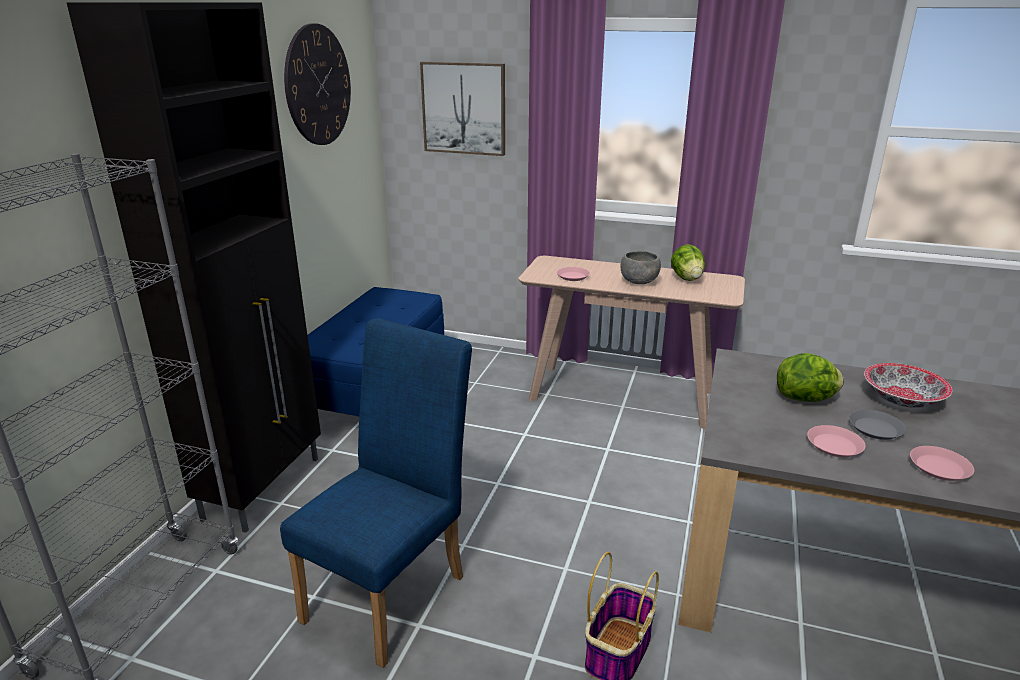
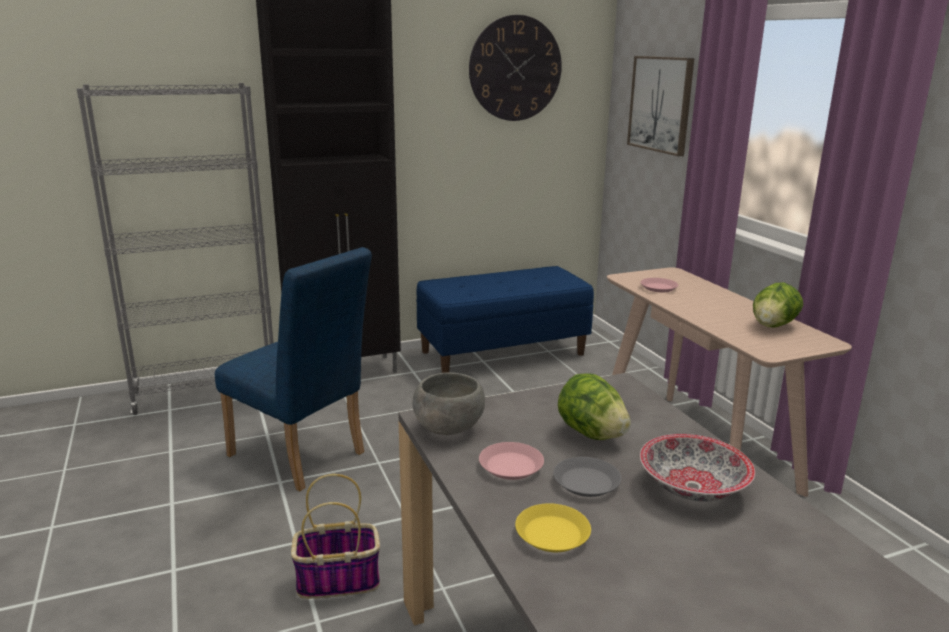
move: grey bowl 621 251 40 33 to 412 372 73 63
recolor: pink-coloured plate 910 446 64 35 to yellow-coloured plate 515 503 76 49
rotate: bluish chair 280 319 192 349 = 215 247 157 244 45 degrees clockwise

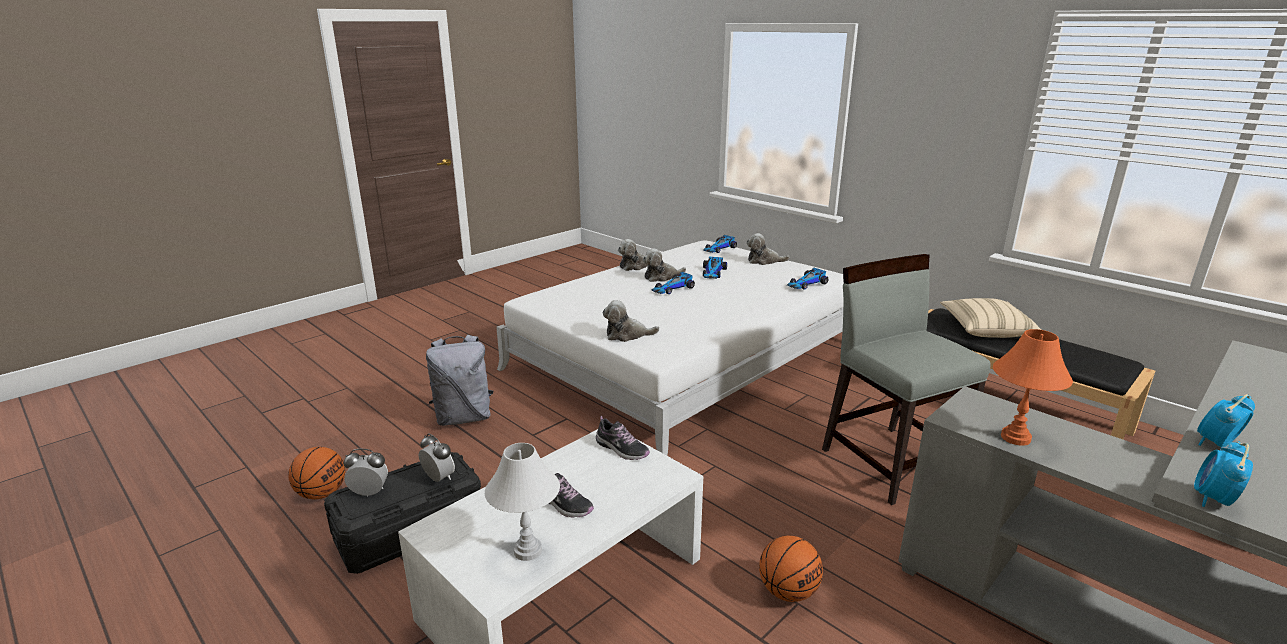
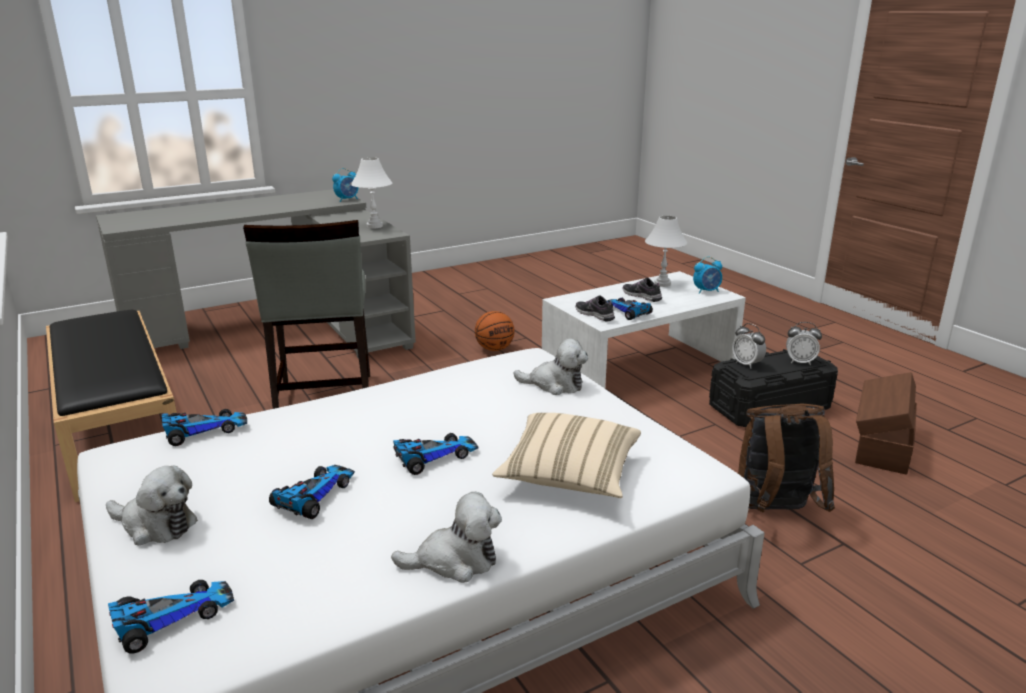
delete: soft toy 643 248 43 34
insert: miniature car 607 298 46 22
move: sand-coloured cushion 940 298 101 40 to 492 413 149 85; table clock 1197 394 58 53 to 693 257 29 37
replace: basketball ball 288 447 57 52 to brown storage box 855 372 62 103
recolor: orange lamp for a table 993 329 80 117 to white-coloured lamp for a table 351 157 41 71; grey knapsack 426 335 68 91 to brown knapsack 738 403 97 109

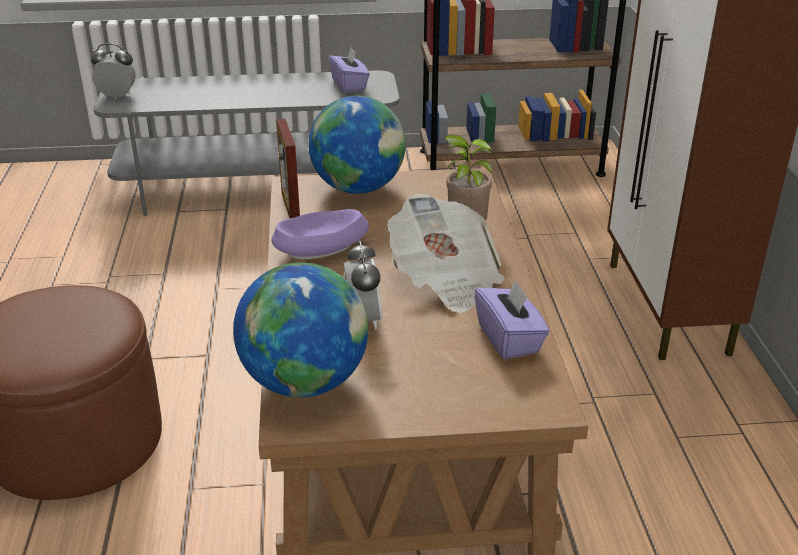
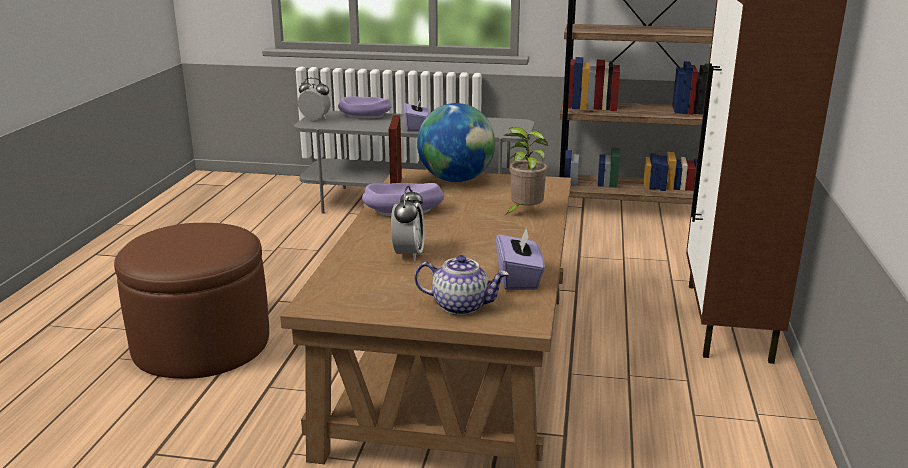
delete: printed paper 387 194 118 119; globe 233 262 135 136
insert: purplish bowl 338 96 54 23; tea pot 414 255 95 60
move: purplish tissue box 329 47 41 46 to 403 99 26 33

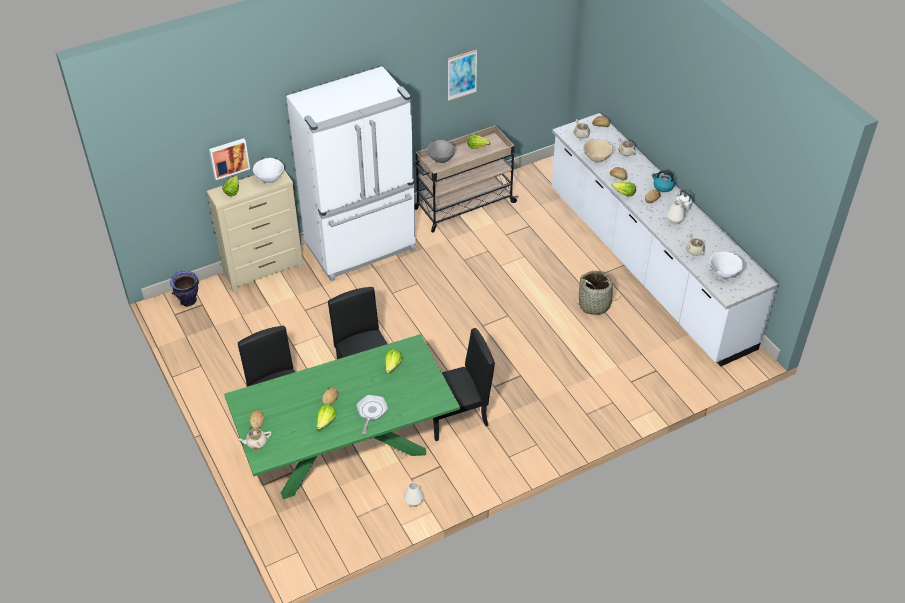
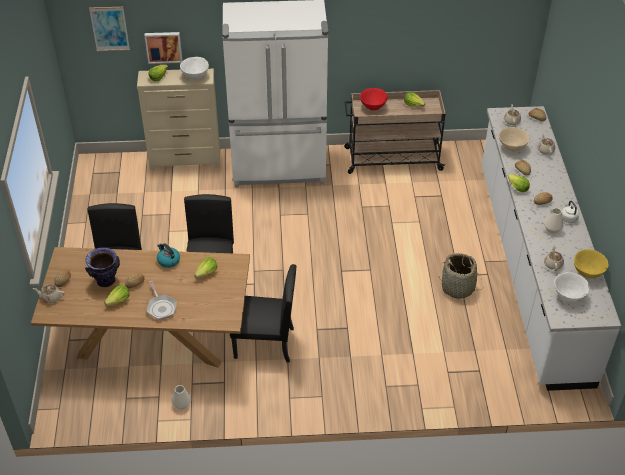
insert: yellow-coloured bowl 574 249 34 29
move: picture 448 50 29 51 to 89 7 41 44; water kettle 652 170 23 22 to 157 243 23 25; decorative vase 170 271 29 35 to 85 247 35 40
recolor: grey bowl 427 140 29 23 to reddish bowl 360 88 28 22; greenish kitchen table 224 334 236 165 to brown kitchen table 31 247 219 121
rotate: pan 356 395 32 39 = 147 280 30 40 120 degrees clockwise

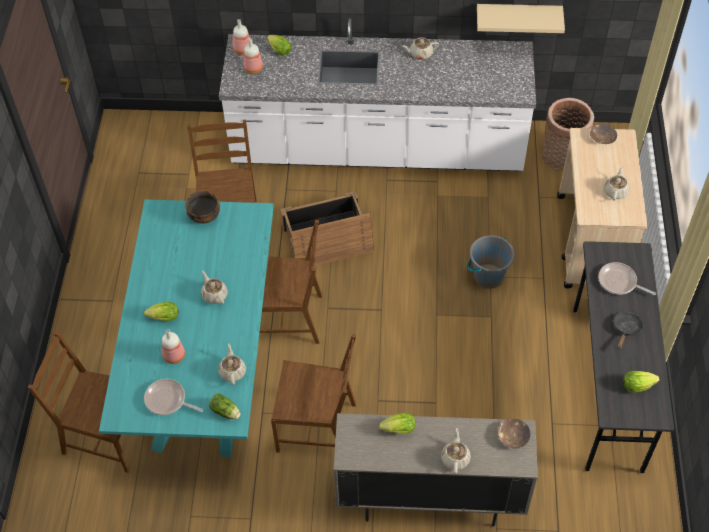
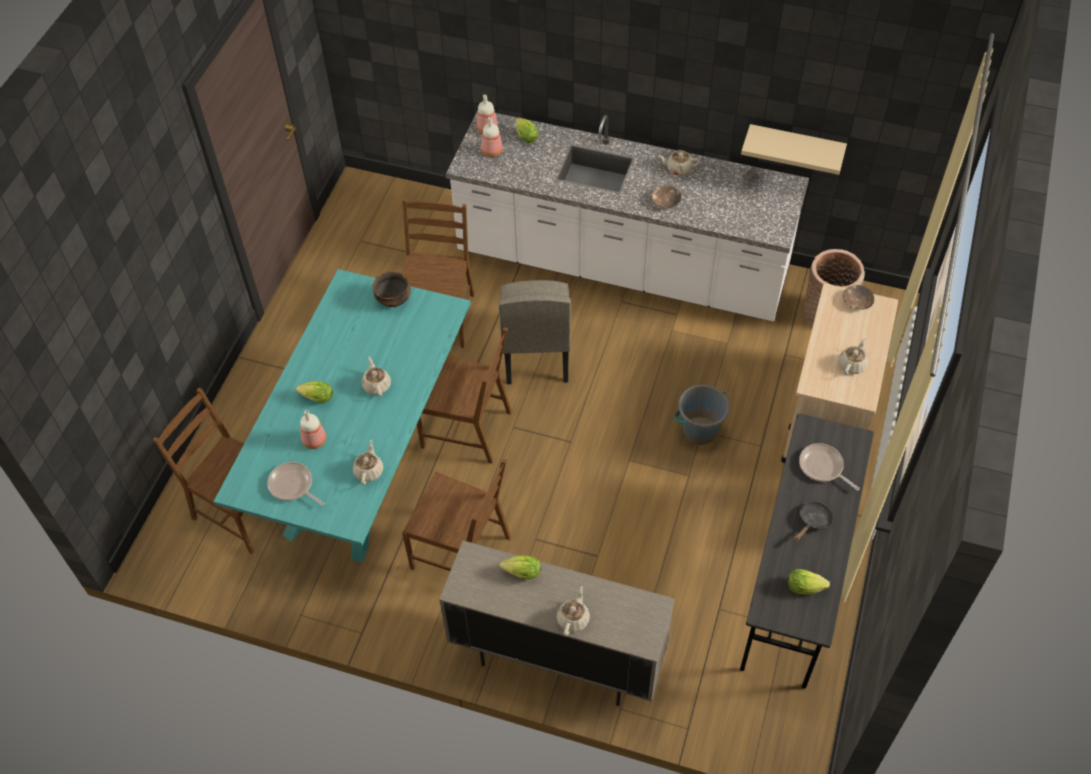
delete: lettuce head 209 394 32 26
move: brown bowl 498 419 32 29 to 651 186 30 22
replace: shipping crate 281 192 93 73 to sand-coloured chair 498 280 73 104

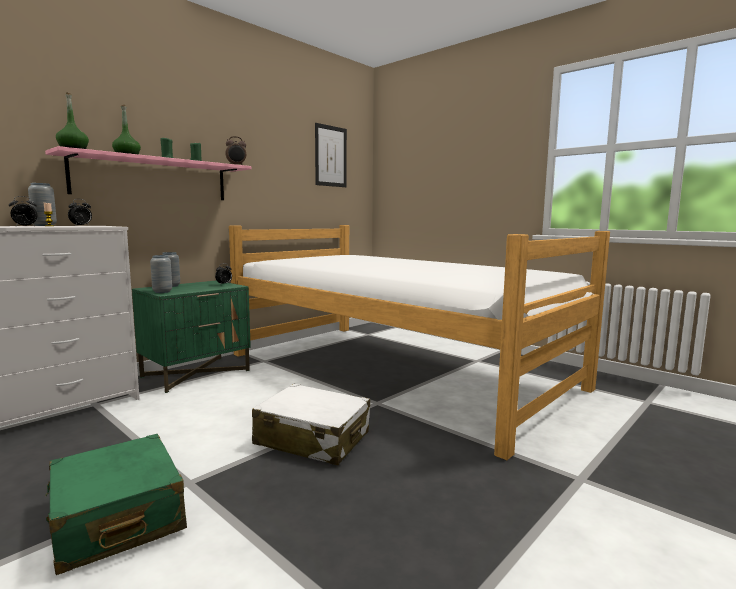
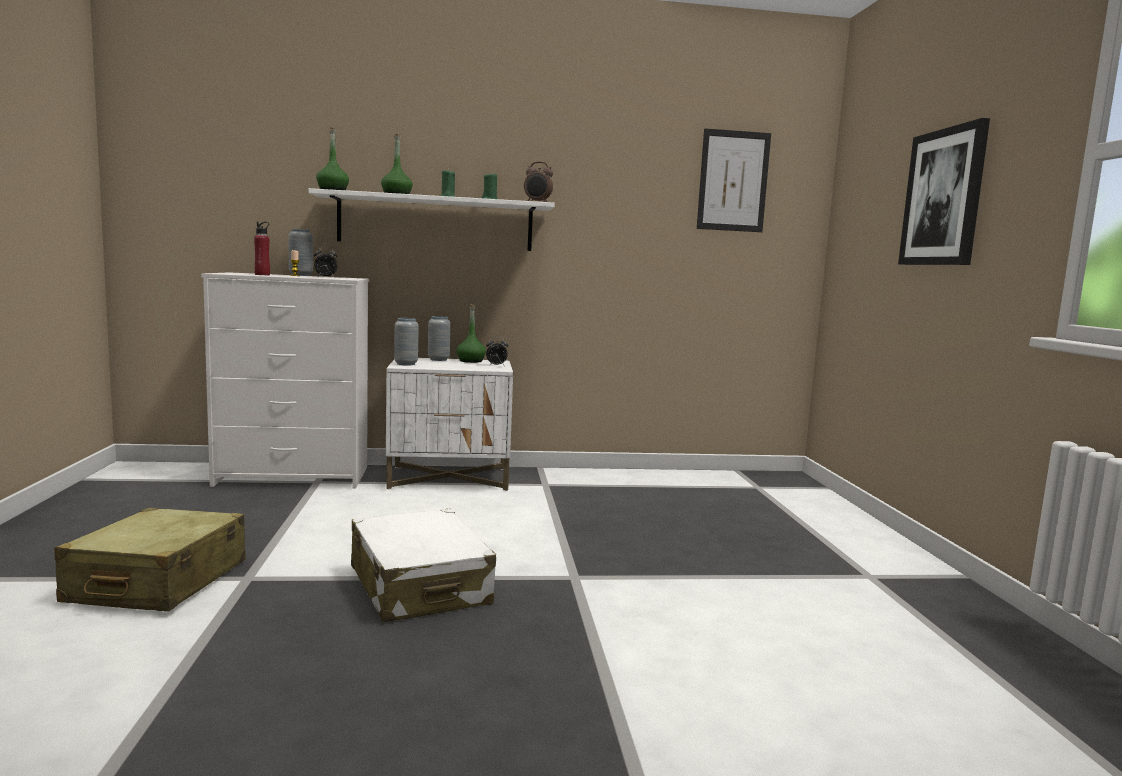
delete: bed 229 225 381 235
insert: picture 898 118 92 147; greenish beverage bottle 457 305 29 58
replace: table clock 9 196 29 30 to reddish beverage bottle 254 222 16 53
recolor: pink-coloured shelf 45 146 207 54 to white-coloured shelf 309 188 246 63; greenish night table 132 280 119 113 to white-coloured night table 386 358 127 133; greenish travel case 45 434 142 141 to sand-coloured travel case 54 508 192 103

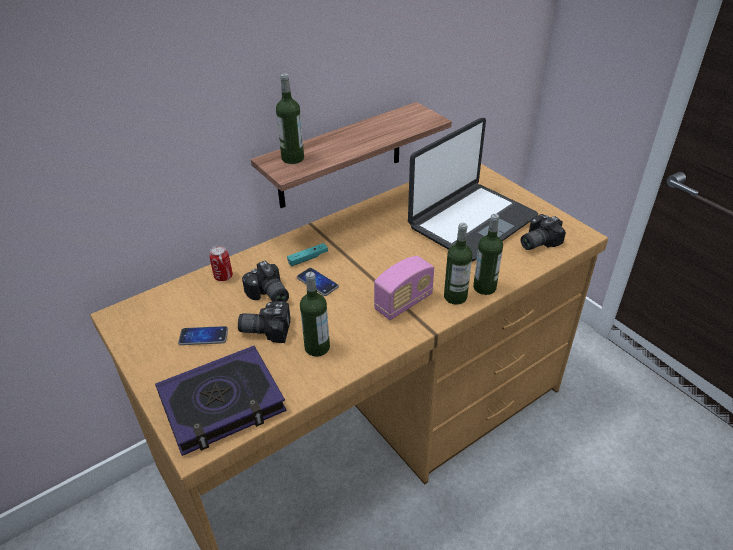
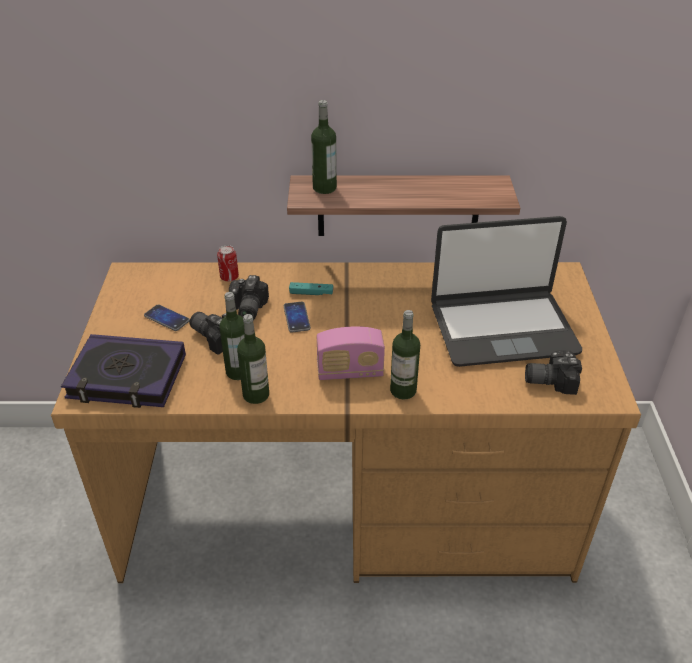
move: beverage bottle 473 214 30 81 to 237 314 32 90

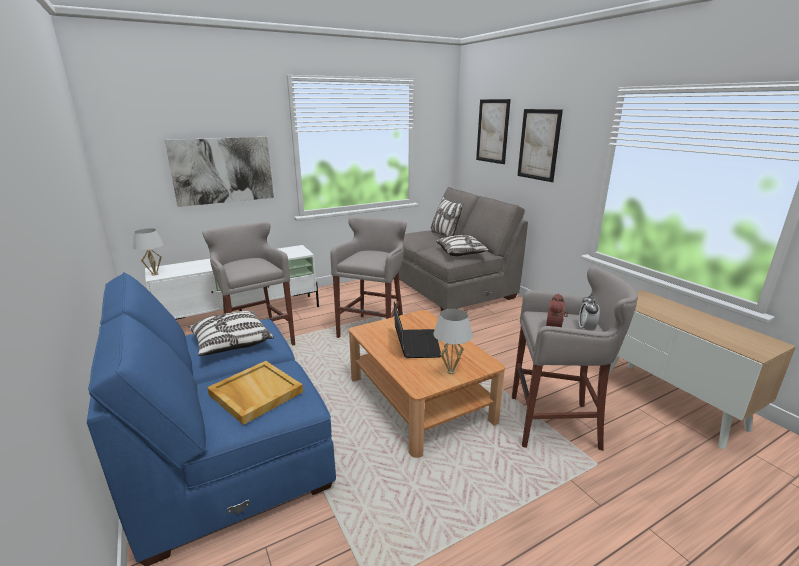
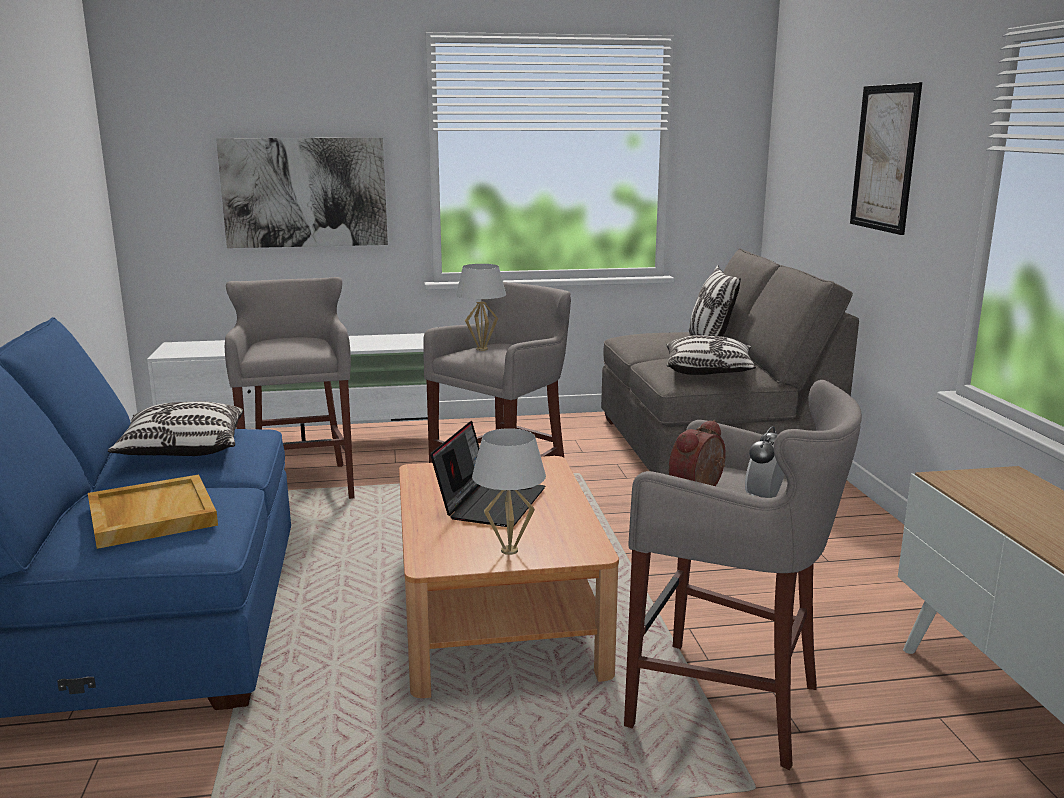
delete: picture 476 99 35 65
move: white-coloured lamp for a table 133 228 31 48 to 456 264 50 87

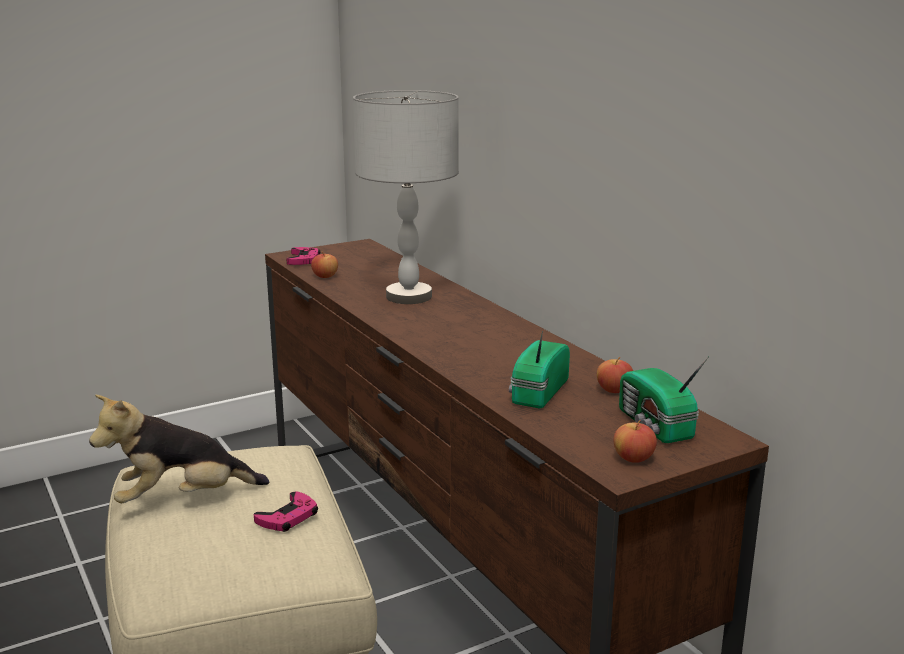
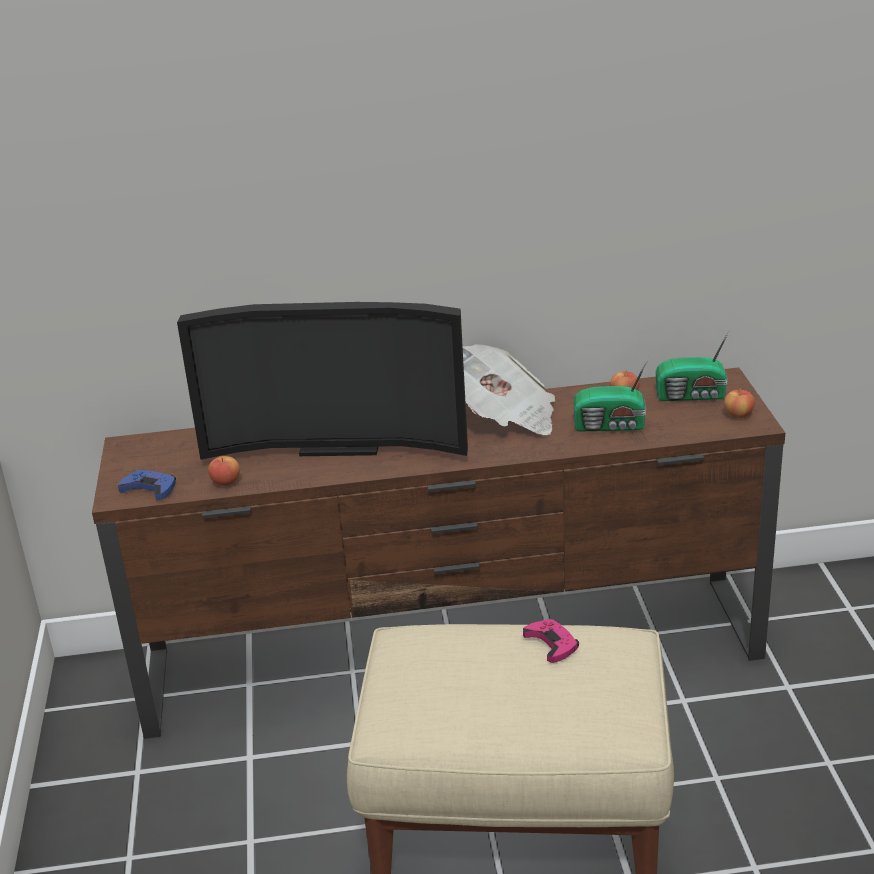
delete: soft toy 89 395 180 108
insert: printed paper 463 344 92 91
replace: grey lamp for a table 353 90 106 214 to TV set 177 302 291 158
recolor: pink-coloured joypad 286 247 34 18 to bluish joypad 118 469 58 31
rotate: radio set 509 331 61 77 = 573 357 76 75 45 degrees counterclockwise

